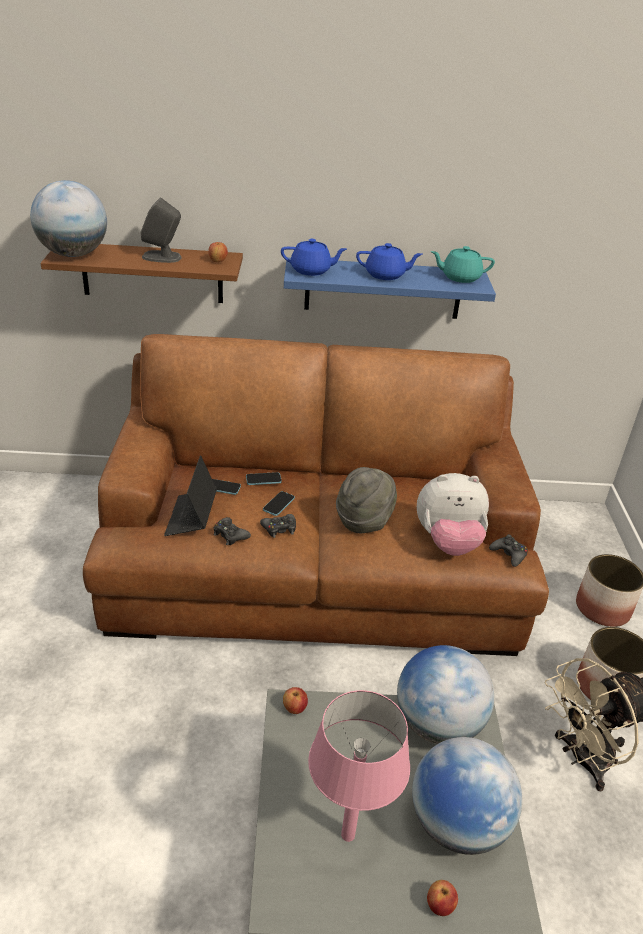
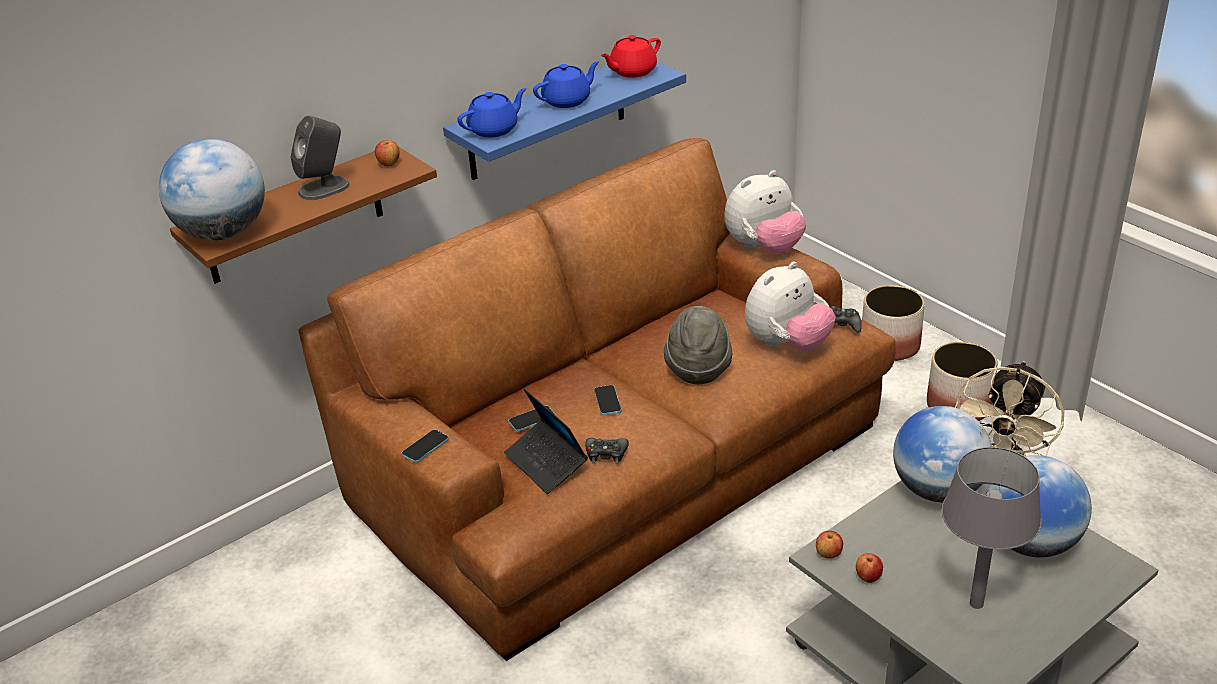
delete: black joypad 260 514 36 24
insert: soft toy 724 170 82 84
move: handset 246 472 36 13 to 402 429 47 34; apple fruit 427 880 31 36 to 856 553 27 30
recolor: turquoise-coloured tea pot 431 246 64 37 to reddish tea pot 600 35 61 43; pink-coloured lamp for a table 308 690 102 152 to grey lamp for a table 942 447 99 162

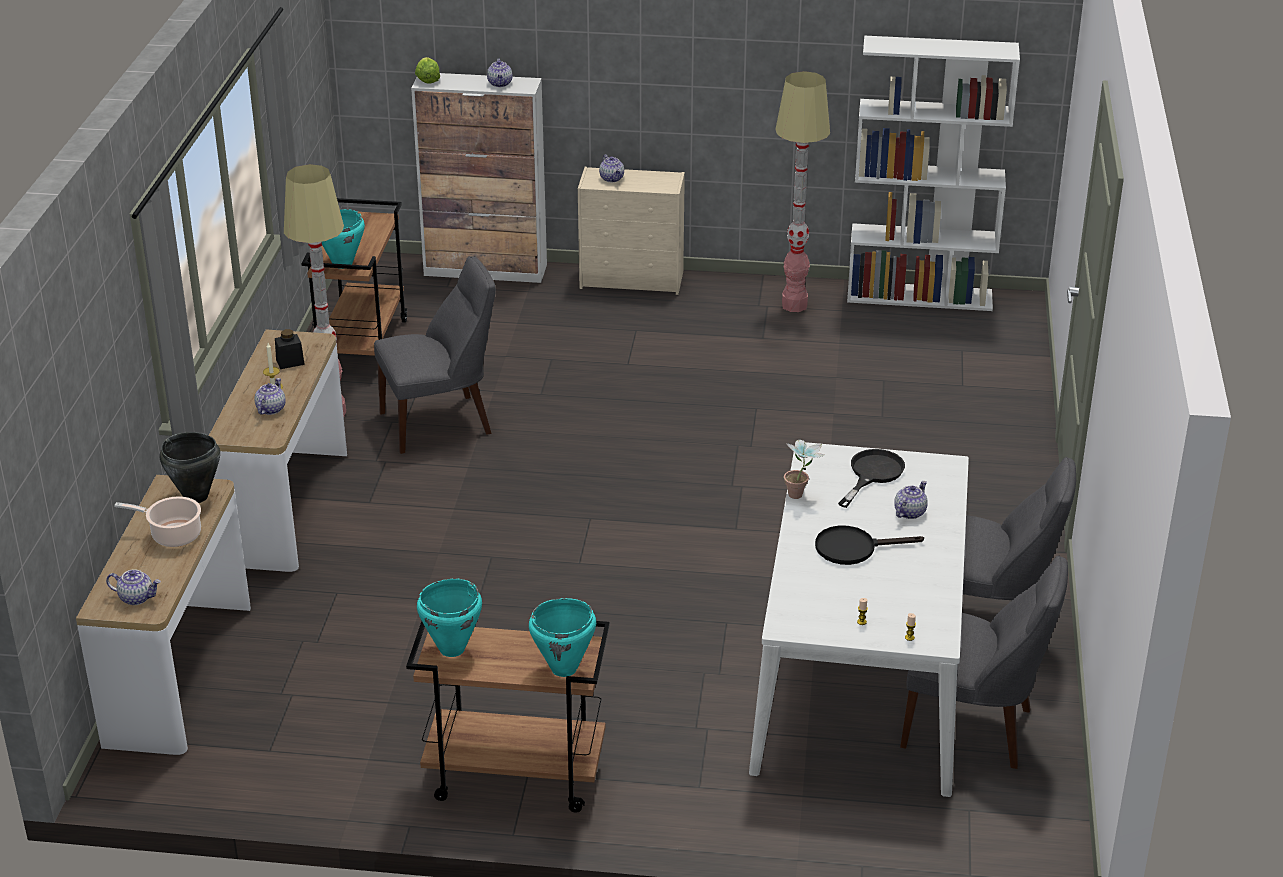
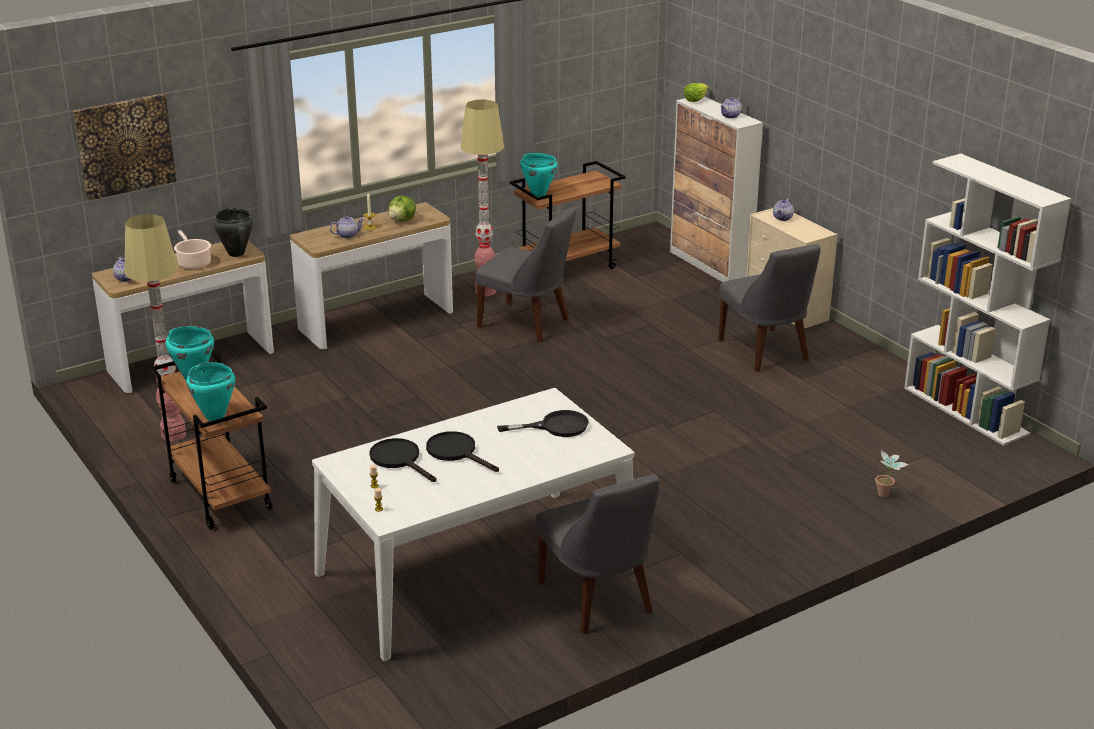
delete: tea pot 894 481 34 38
insert: picture 73 94 103 107; black pan 369 438 68 44
move: floor lamp 775 71 55 241 to 125 214 61 228; potted plant 784 440 41 59 to 875 450 34 47; grey chair 900 556 168 213 to 718 244 102 128
replace: black preserve jar 275 329 30 40 to lettuce head 388 196 28 25

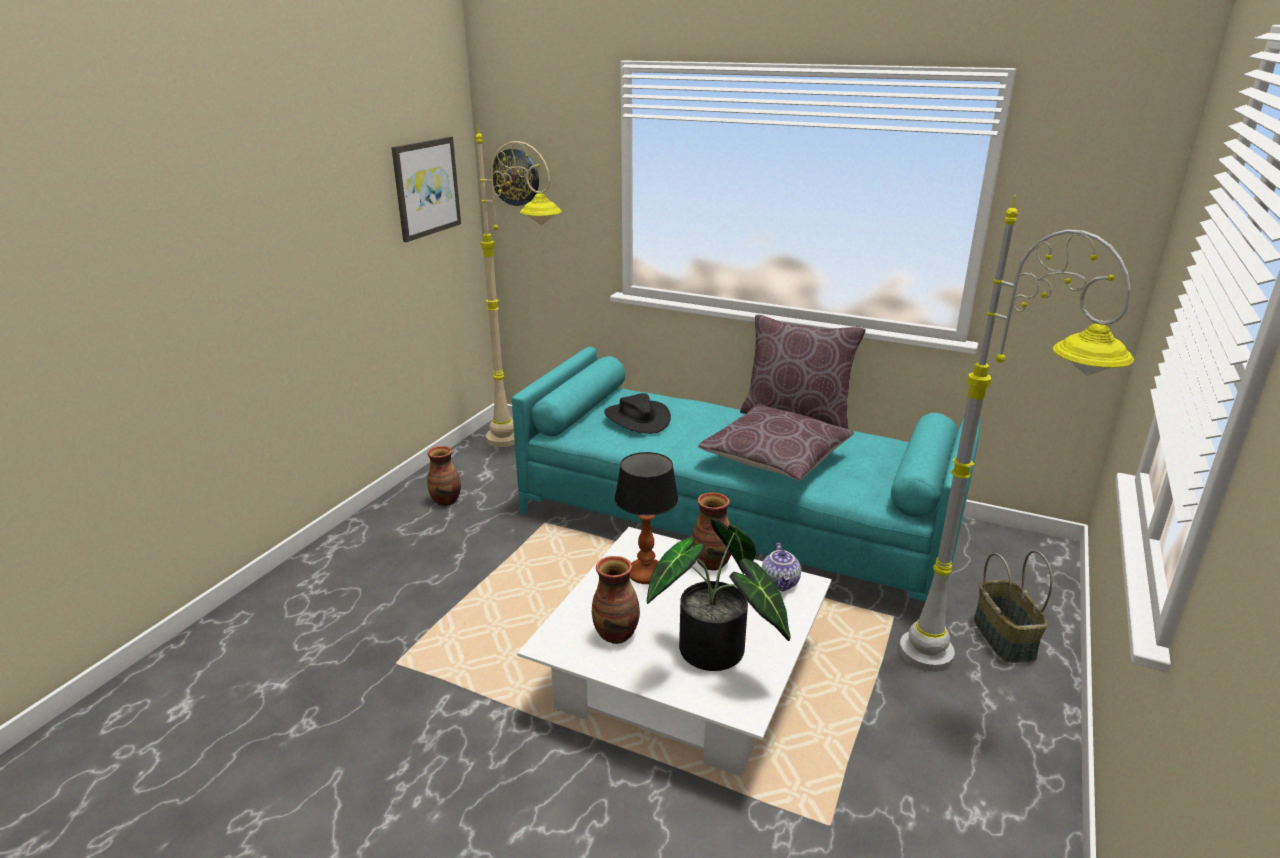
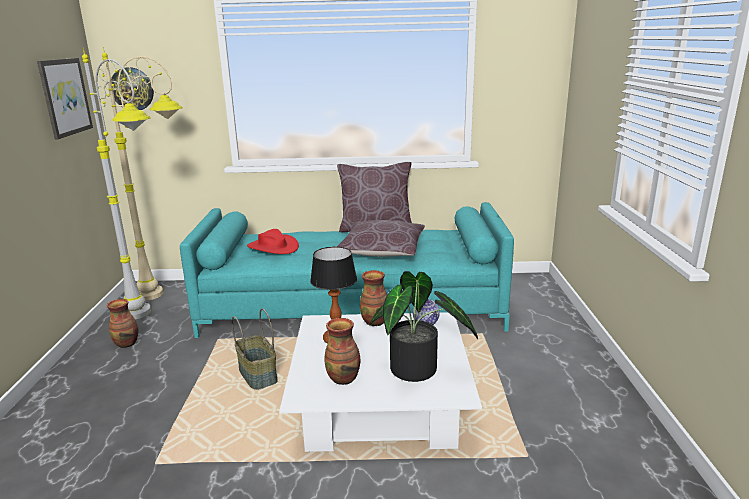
move: grey floor lamp 899 195 235 477 to 82 48 69 271; household basket 974 551 79 112 to 232 308 46 82
recolor: black hat 604 393 67 41 to reddish hat 247 229 52 25

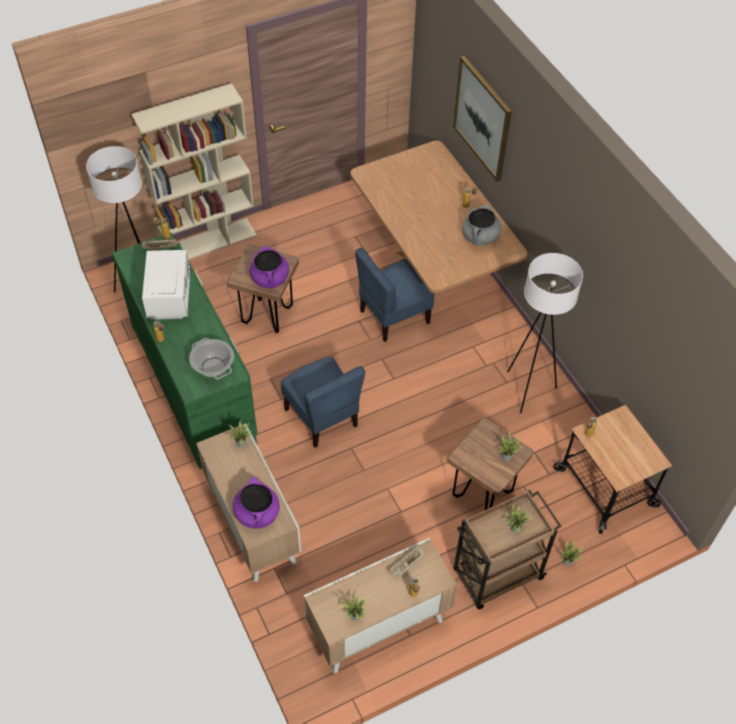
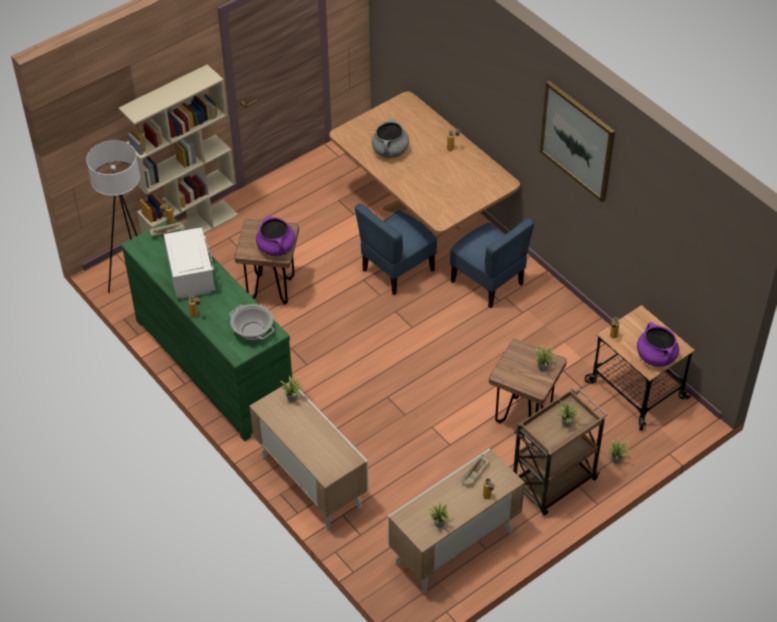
delete: white-coloured floor lamp 507 253 76 160
move: picture 453 56 59 126 to 540 81 75 121; grey saucepot 462 204 39 42 to 372 118 37 41; bluish chair 281 357 84 91 to 450 218 85 90; purplish saucepot 233 476 47 53 to 637 322 42 45

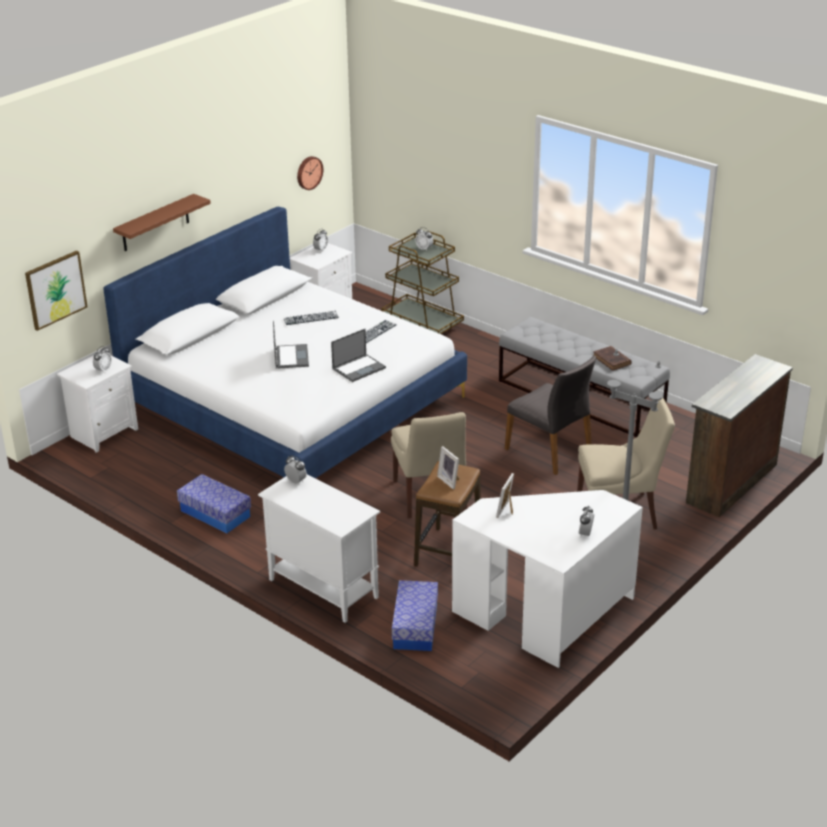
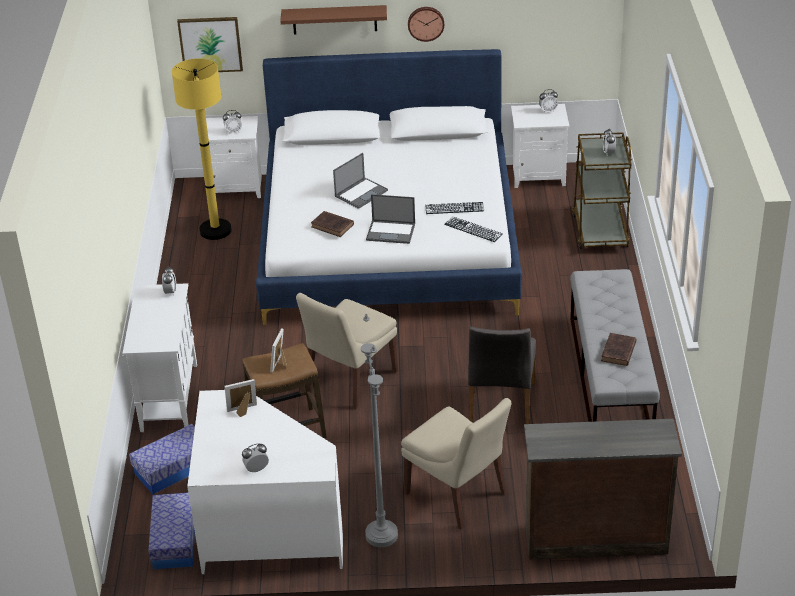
insert: yellow-coloured floor lamp 172 58 60 182; brown book 311 211 43 26
move: wall clock 297 156 26 34 to 408 7 36 35; keyboard 283 311 56 14 to 444 216 59 26; storage box 177 474 74 59 to 148 493 47 77

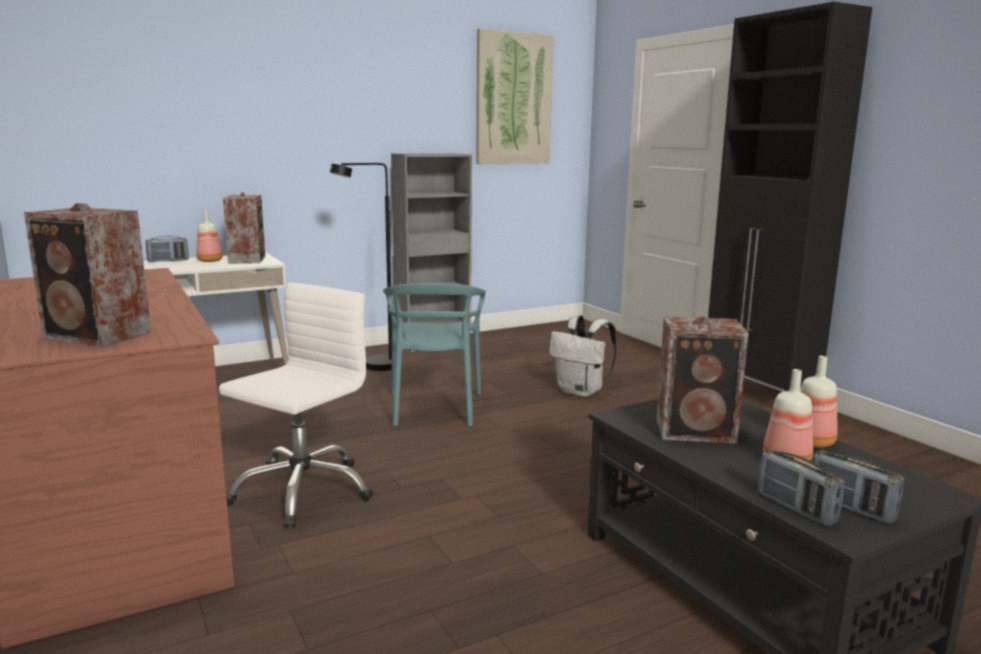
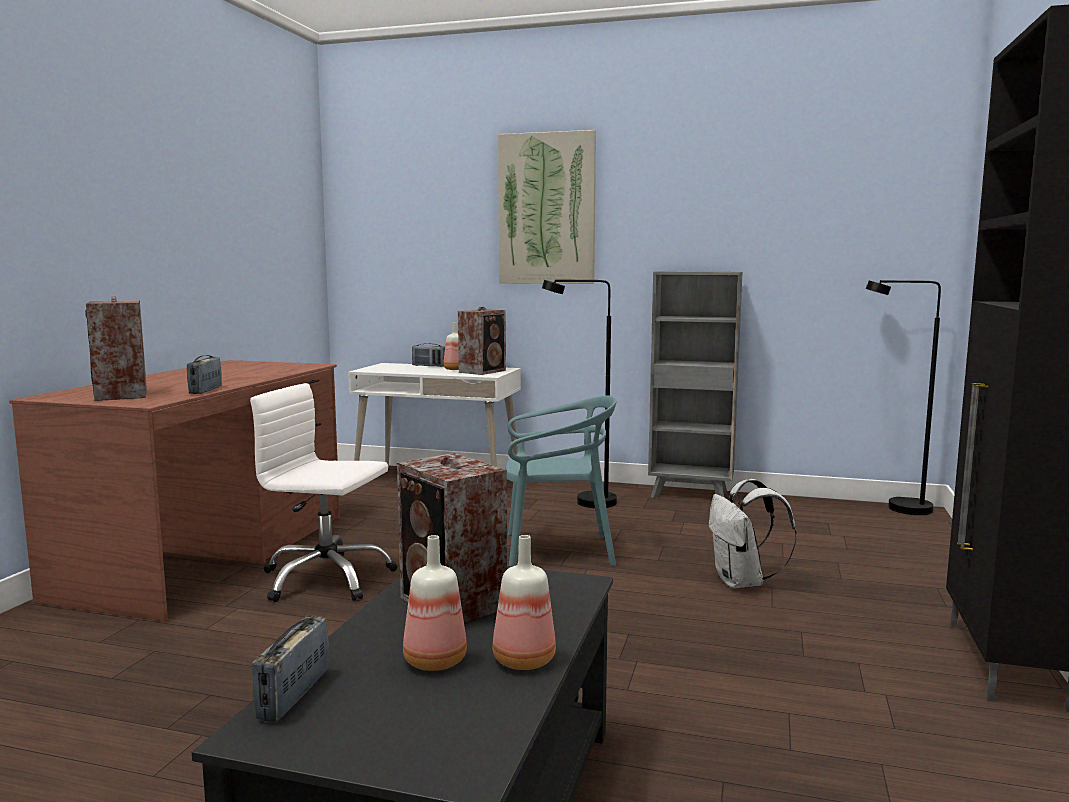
insert: black floor lamp 866 280 75 235
move: picture 476 28 77 136 to 498 130 98 154; radio set 812 450 92 74 to 187 355 35 39
rotate: white-coloured office chair 219 283 155 245 = 250 383 148 219 150 degrees counterclockwise; turquoise-coloured chair 383 283 103 143 = 505 396 112 170 135 degrees counterclockwise

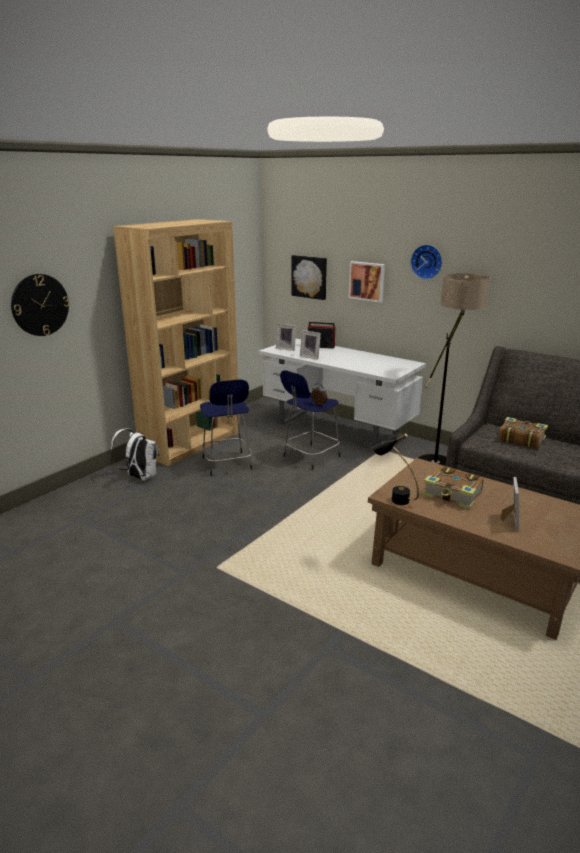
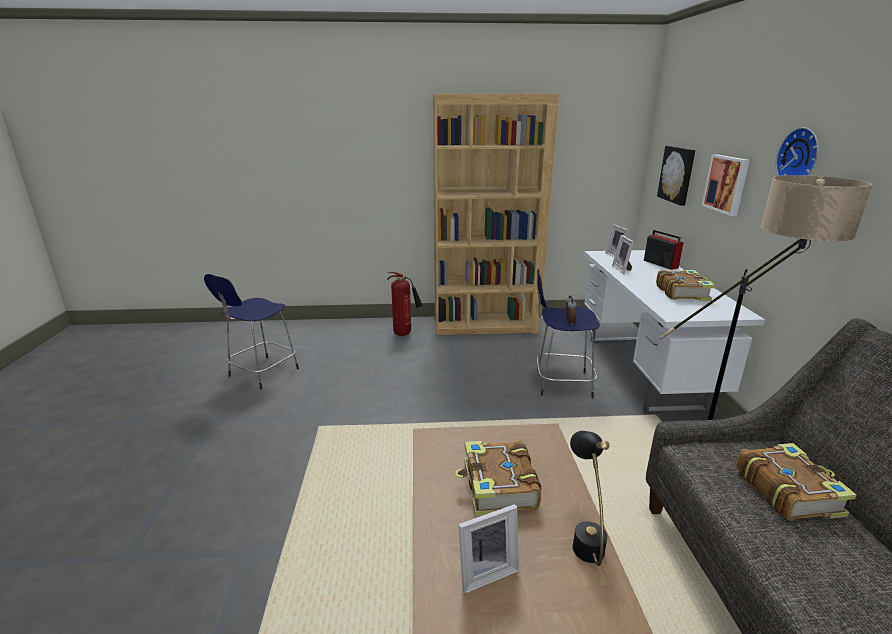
delete: wall clock 11 274 59 62
insert: book 656 270 59 31
move: bluish sitting stool 200 379 52 97 to 204 274 95 115; black lamp for a table 371 433 48 72 to 570 431 40 135
replace: white-coloured knapsack 110 428 49 53 to extinguisher 387 272 35 64

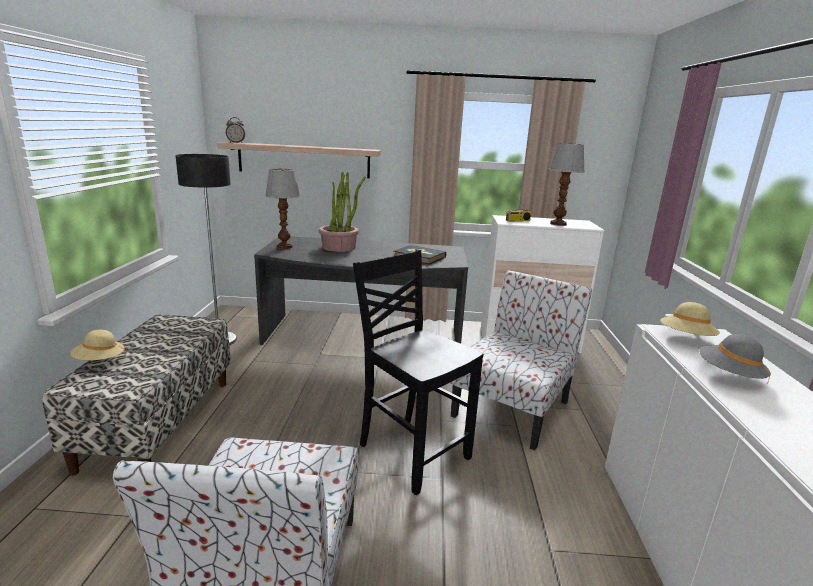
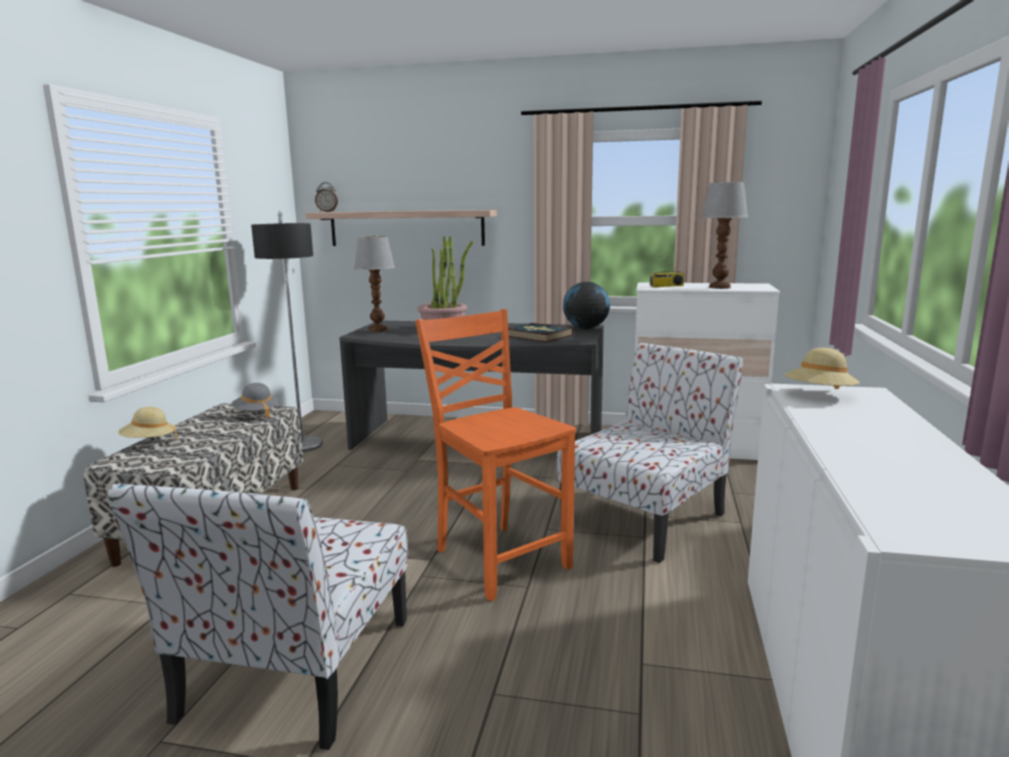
insert: globe 563 282 47 47
move: grey hat 699 334 72 50 to 231 383 49 35
recolor: black chair 353 250 130 245 to orange chair 415 309 161 292

